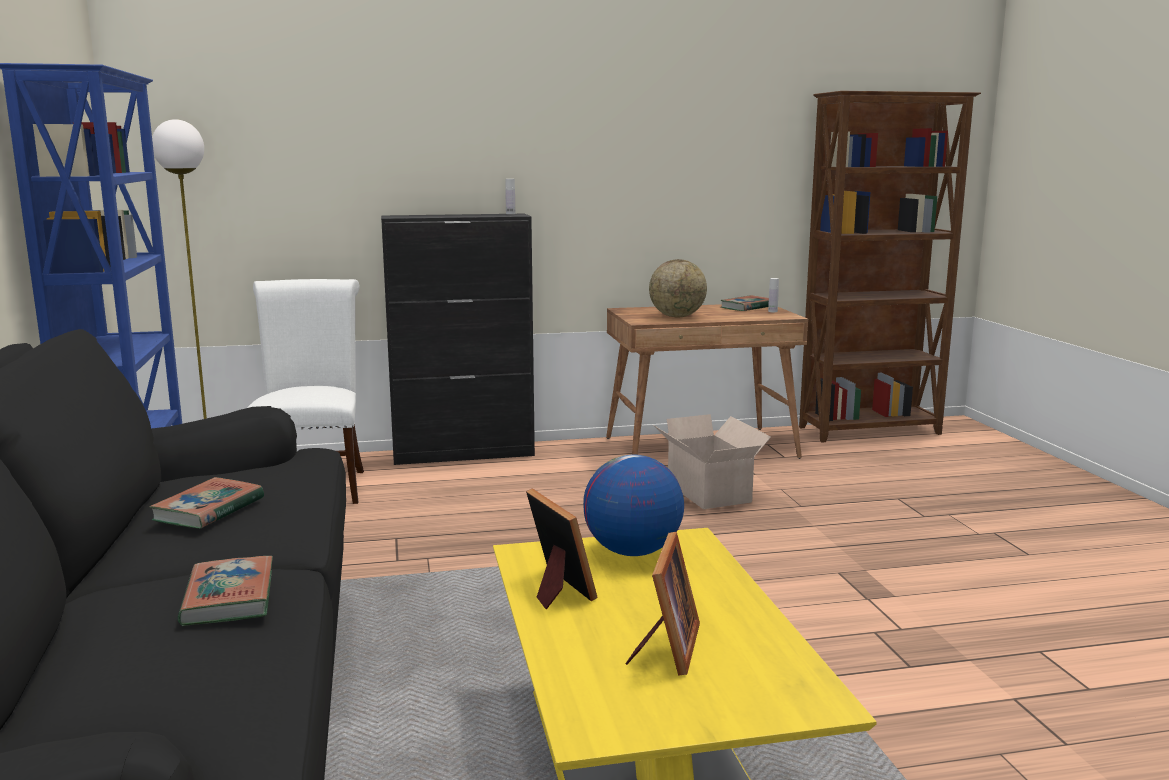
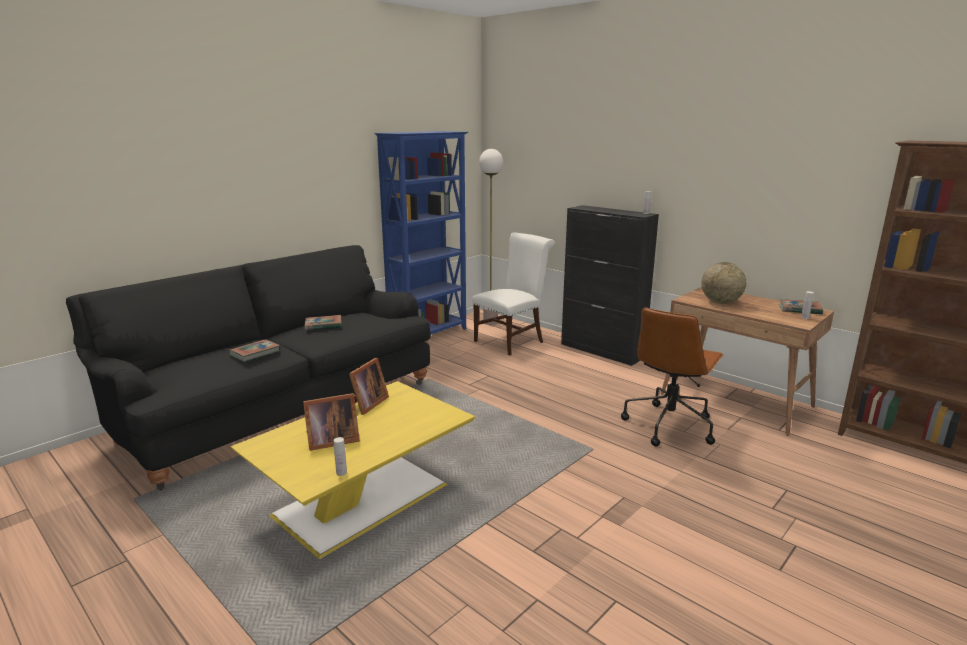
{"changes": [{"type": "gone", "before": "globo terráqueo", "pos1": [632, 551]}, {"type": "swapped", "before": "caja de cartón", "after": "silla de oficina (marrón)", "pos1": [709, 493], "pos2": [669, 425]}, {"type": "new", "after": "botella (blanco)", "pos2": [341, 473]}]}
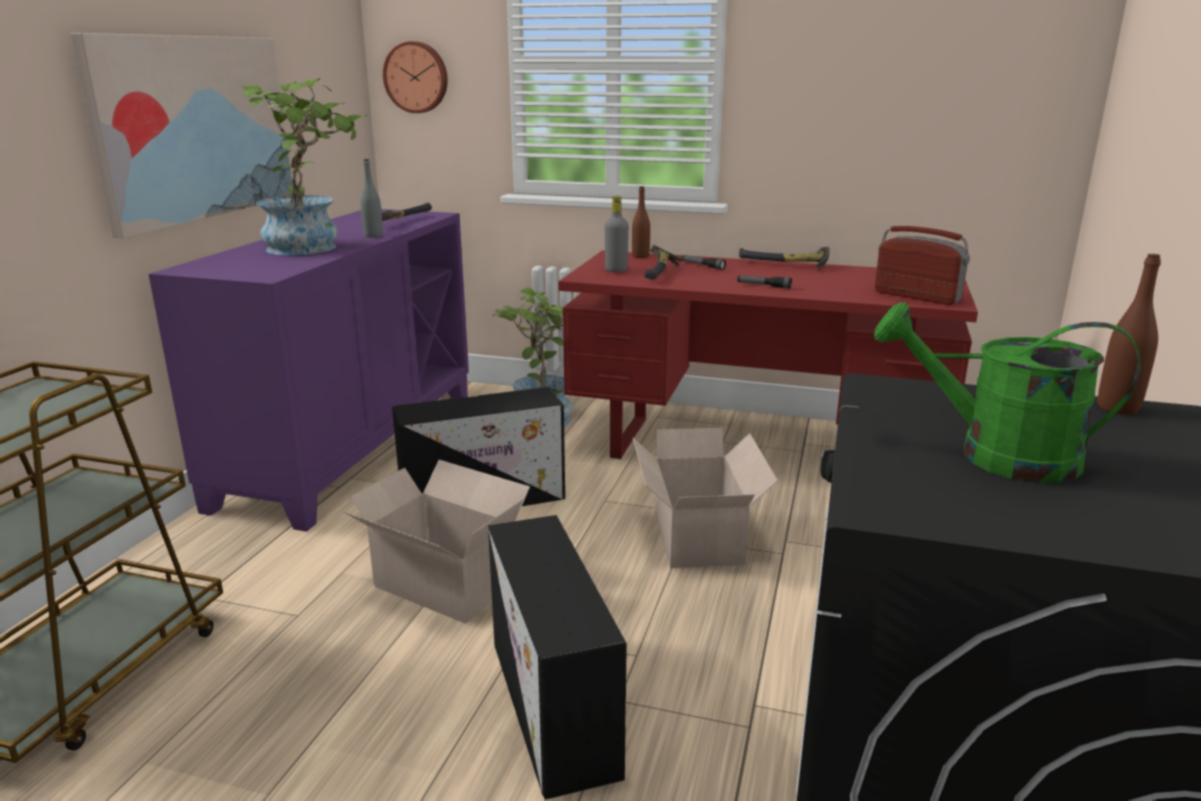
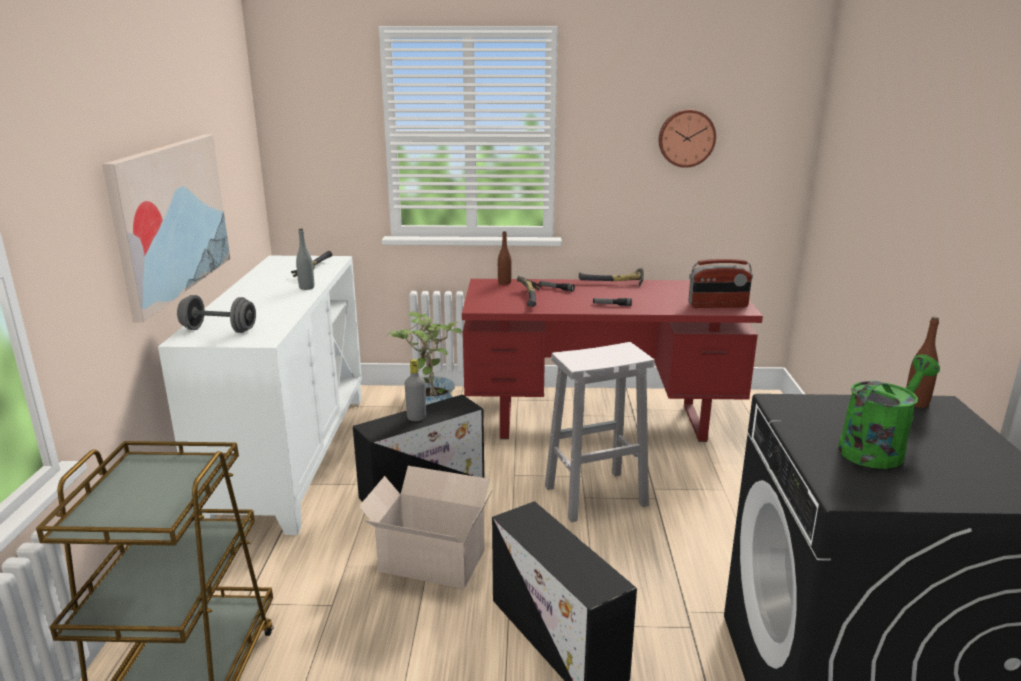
{"changes": [{"type": "repainted", "before": "armario (morado)", "after": "armario (blanco)", "pos1": [351, 446], "pos2": [290, 456]}, {"type": "gone", "before": "planta en maceta", "pos1": [313, 246]}, {"type": "shifted", "before": "reloj de pared", "pos1": [417, 77], "pos2": [686, 138]}, {"type": "shifted", "before": "botella (gris)", "pos1": [616, 270], "pos2": [416, 418]}, {"type": "swapped", "before": "caja de cartón", "after": "taburete (blanco)", "pos1": [697, 539], "pos2": [594, 496]}, {"type": "rotated", "before": "regadera (verde)", "pos1": [996, 456], "pos2": [877, 448], "turn": 135}, {"type": "rotated", "before": "radio", "pos1": [917, 296], "pos2": [718, 305], "turn": 150}, {"type": "new", "after": "mancuerna (gris)", "pos2": [219, 330]}]}
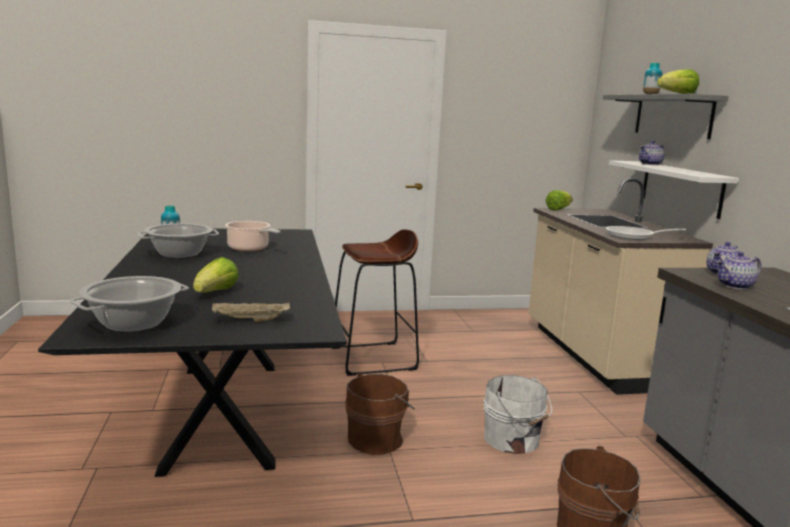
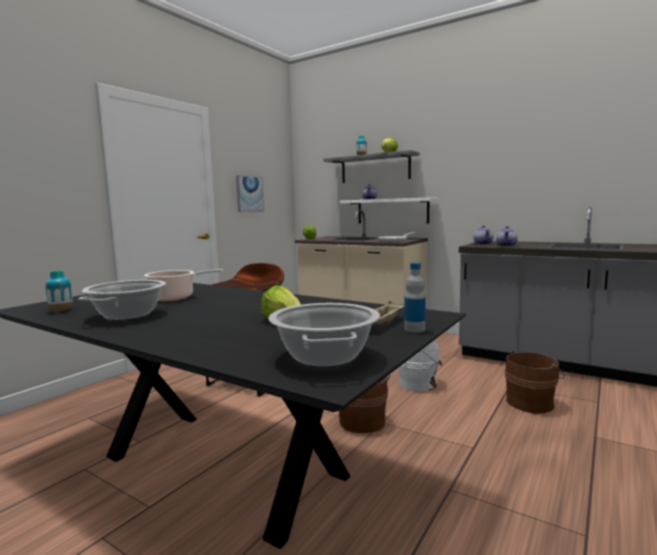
{"changes": [{"type": "new", "after": "cuadro", "pos2": [249, 194]}, {"type": "new", "after": "botella", "pos2": [414, 329]}]}
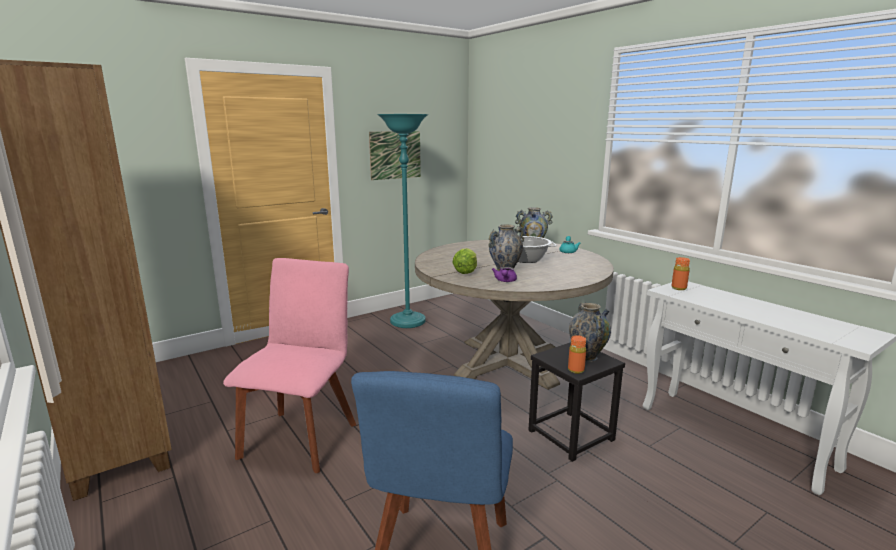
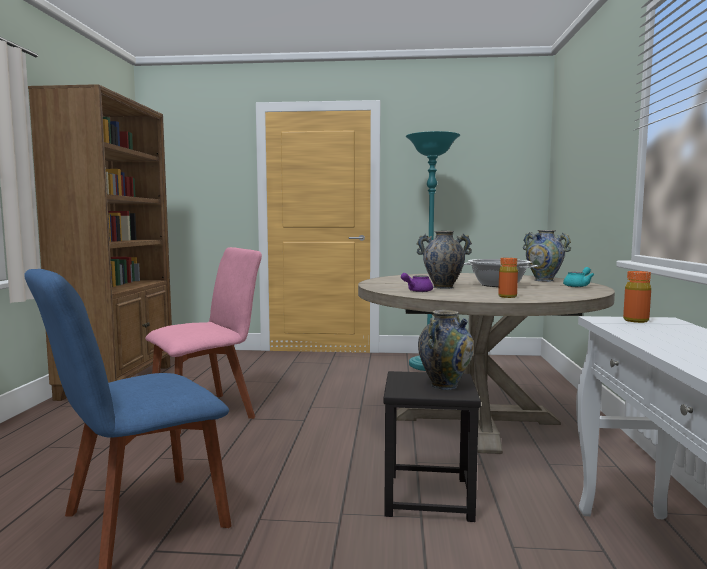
{"changes": [{"type": "gone", "before": "cuadro", "pos1": [395, 155]}, {"type": "gone", "before": "lechuga", "pos1": [466, 271]}, {"type": "shifted", "before": "botella (naranja)", "pos1": [576, 370], "pos2": [507, 296]}]}
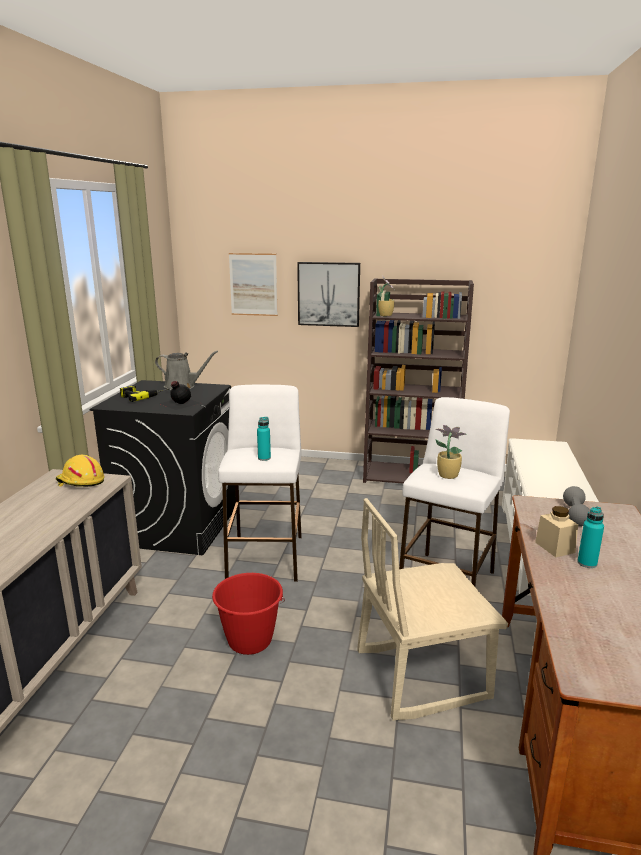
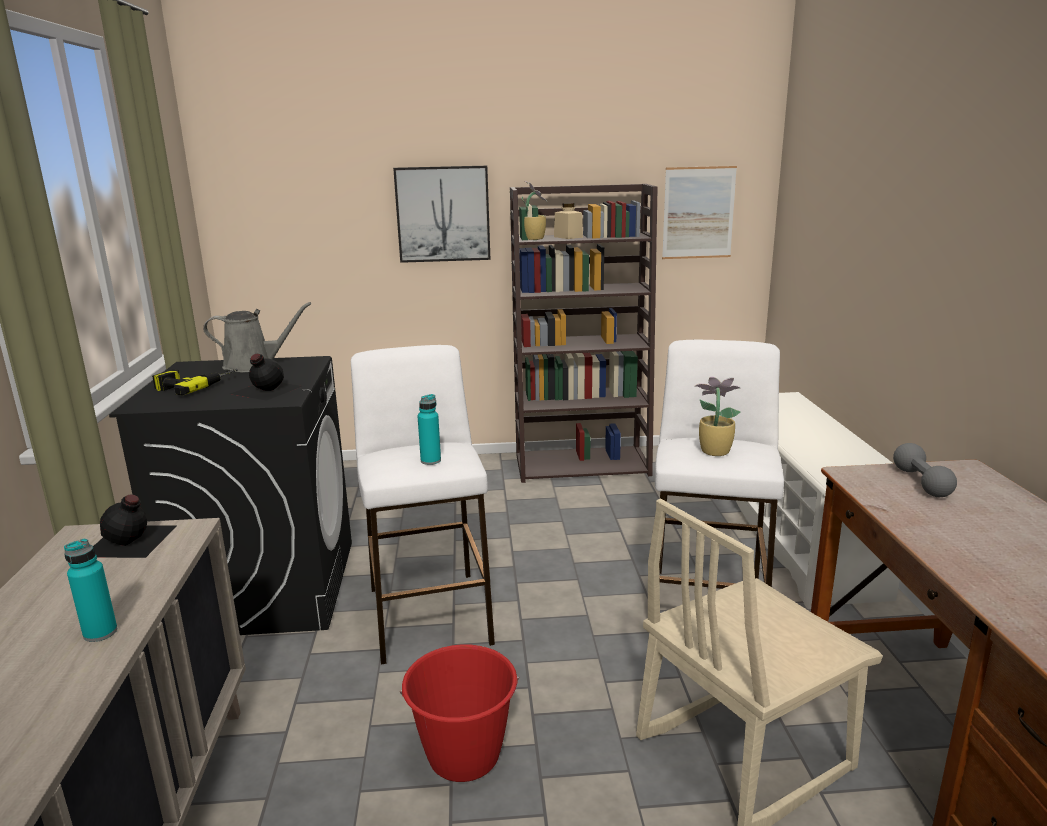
{"changes": [{"type": "swapped", "before": "casco (amarillo)", "after": "botella (negro)", "pos1": [80, 482], "pos2": [131, 541]}, {"type": "shifted", "before": "cuadro", "pos1": [253, 284], "pos2": [698, 213]}, {"type": "shifted", "before": "tarro (beis)", "pos1": [554, 547], "pos2": [568, 237]}, {"type": "shifted", "before": "botella (turquesa)", "pos1": [587, 563], "pos2": [100, 633]}]}
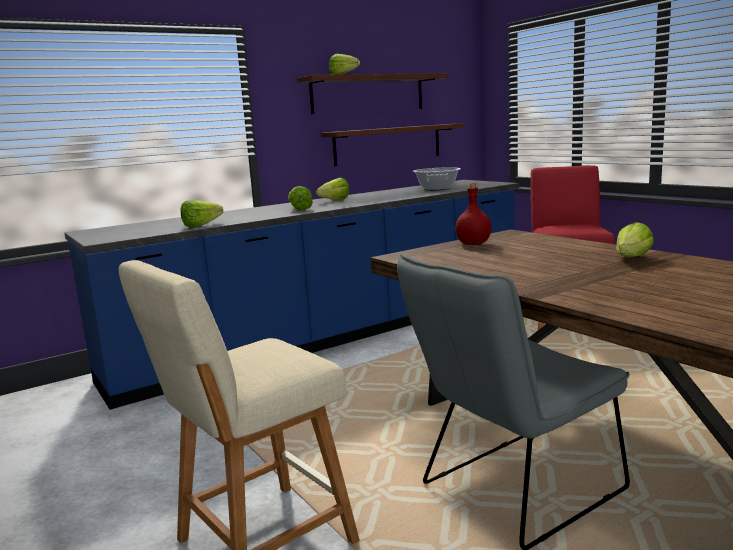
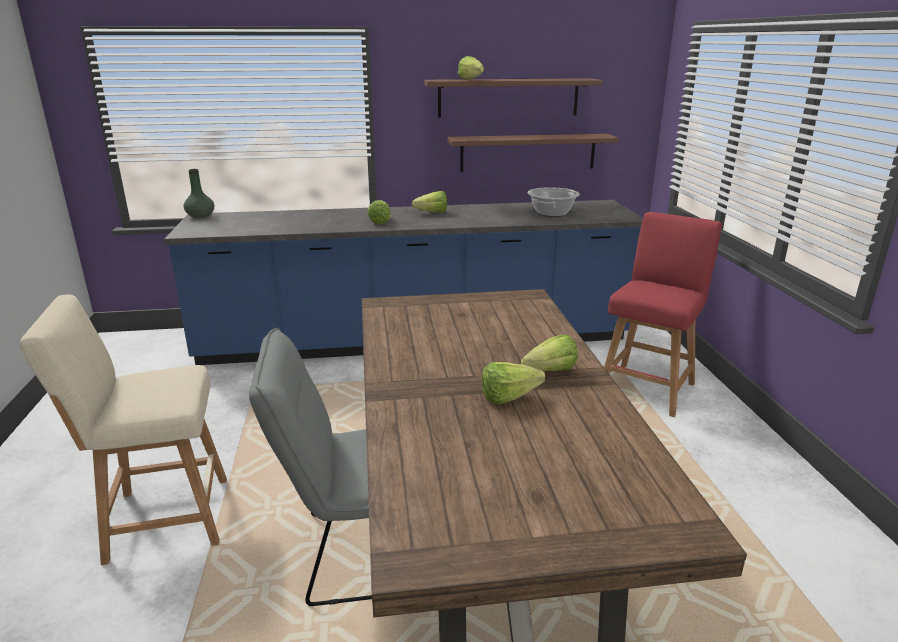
{"changes": [{"type": "shifted", "before": "lechuga", "pos1": [205, 225], "pos2": [514, 398]}, {"type": "gone", "before": "botella (rojo)", "pos1": [474, 244]}, {"type": "new", "after": "florero (verde)", "pos2": [201, 216]}]}
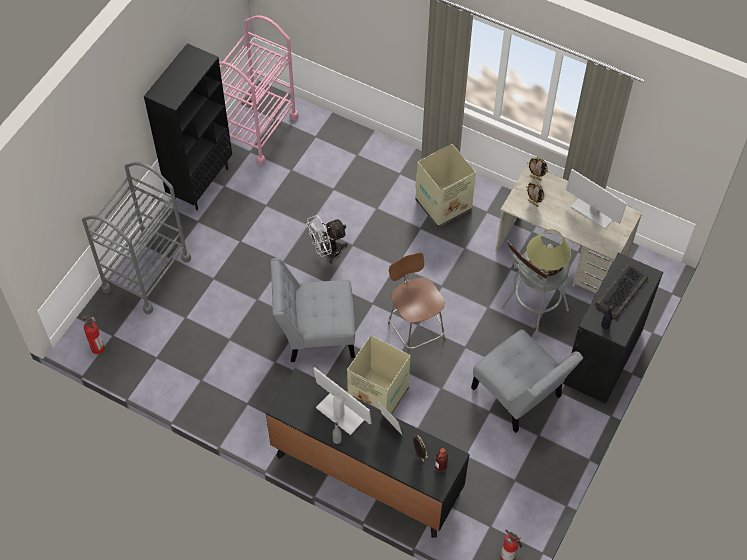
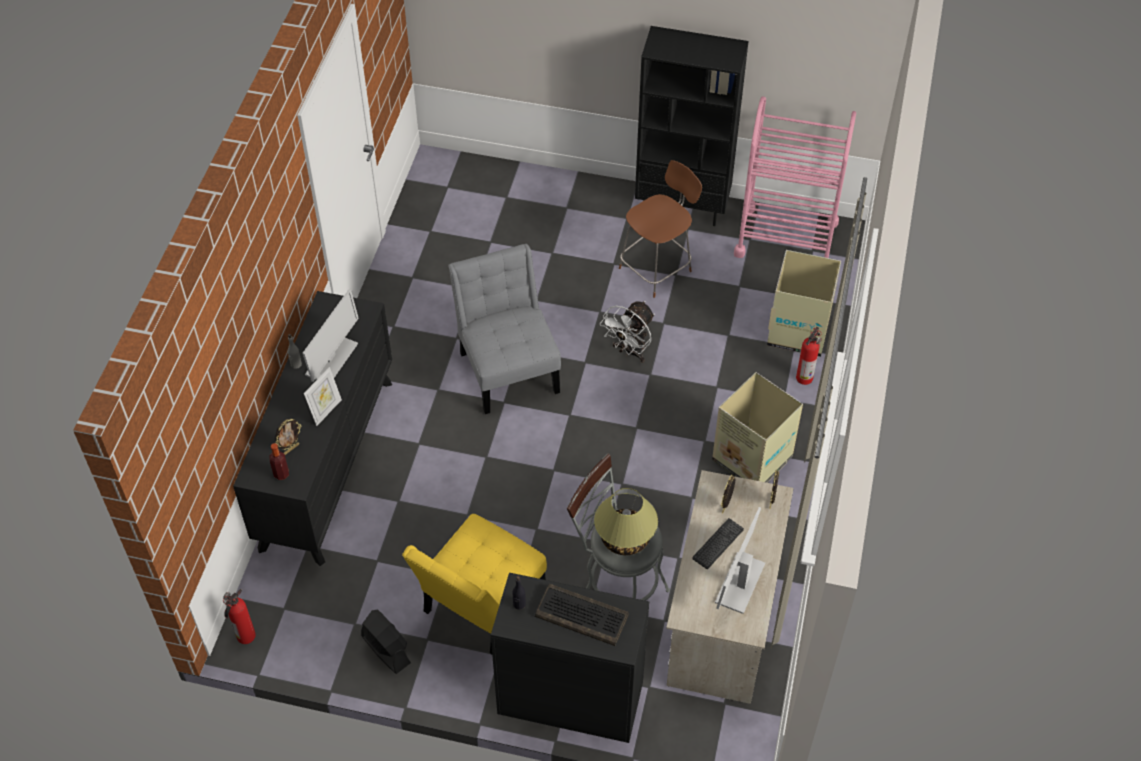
{"changes": [{"type": "gone", "before": "carrito (gris)", "pos1": [146, 274]}, {"type": "shifted", "before": "extintor", "pos1": [97, 347], "pos2": [805, 377]}, {"type": "rotated", "before": "ventilador (blanco)", "pos1": [327, 252], "pos2": [630, 351], "turn": -105}, {"type": "shifted", "before": "caja de cartón", "pos1": [377, 395], "pos2": [799, 330]}, {"type": "shifted", "before": "silla (marrón)", "pos1": [415, 330], "pos2": [657, 268]}, {"type": "repainted", "before": "silla (gris)", "after": "silla (amarillo)", "pos1": [519, 396], "pos2": [480, 606]}, {"type": "new", "after": "ventilador (negro)", "pos2": [386, 649]}, {"type": "new", "after": "teclado", "pos2": [718, 544]}]}
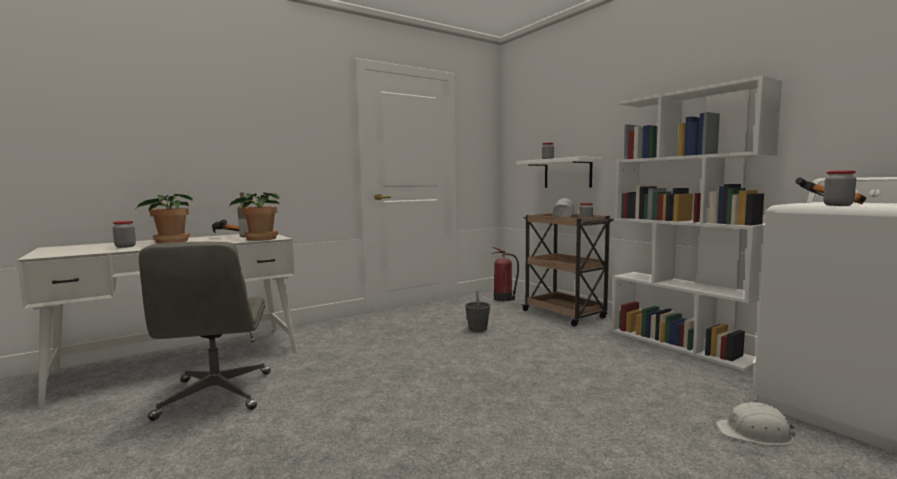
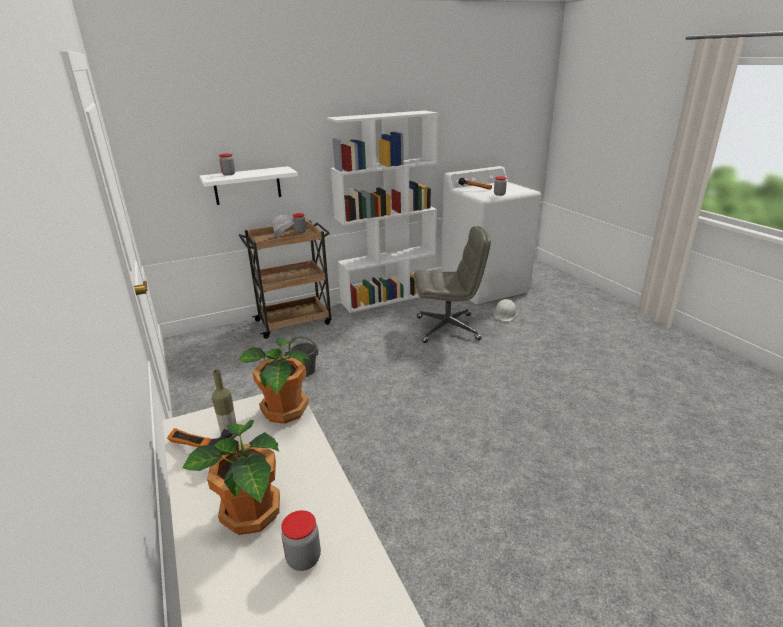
{"changes": [{"type": "shifted", "before": "silla de oficina (gris)", "pos1": [216, 395], "pos2": [448, 328]}, {"type": "gone", "before": "extintor", "pos1": [504, 299]}]}
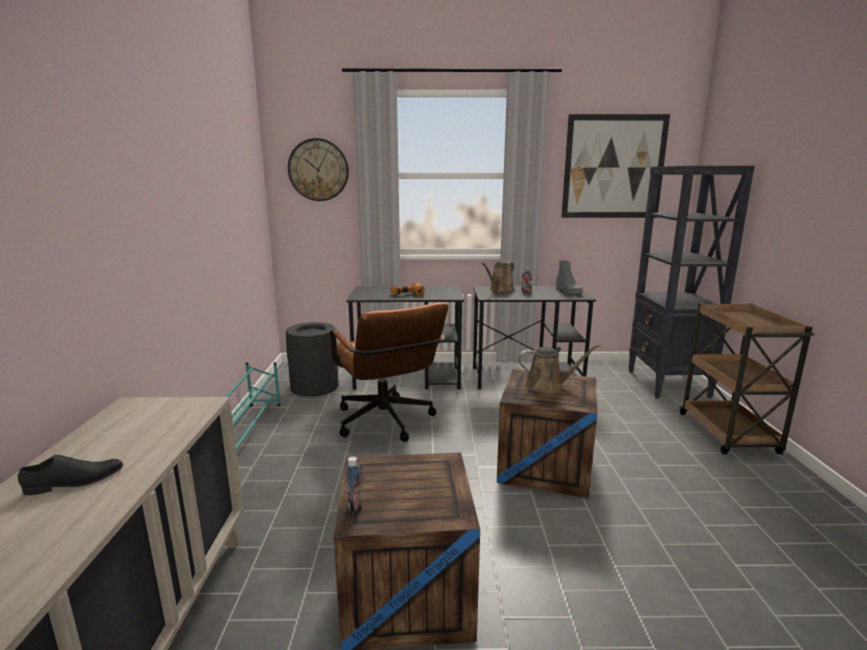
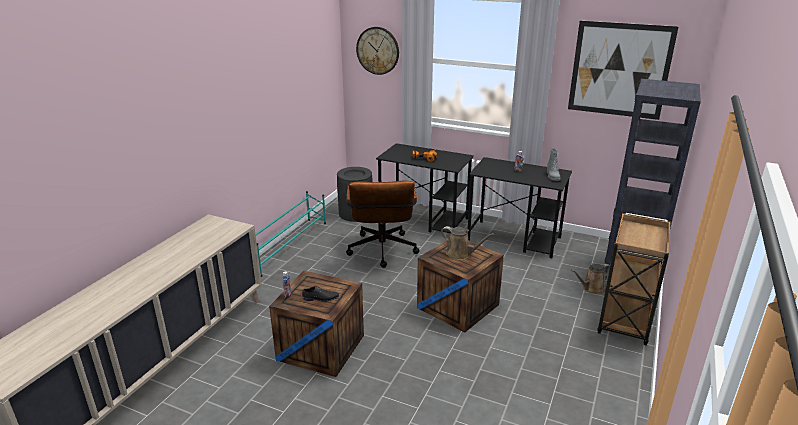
{"changes": [{"type": "shifted", "before": "zapato (negro)", "pos1": [74, 481], "pos2": [321, 298]}, {"type": "shifted", "before": "regadera (marrón)", "pos1": [500, 290], "pos2": [591, 288]}]}
